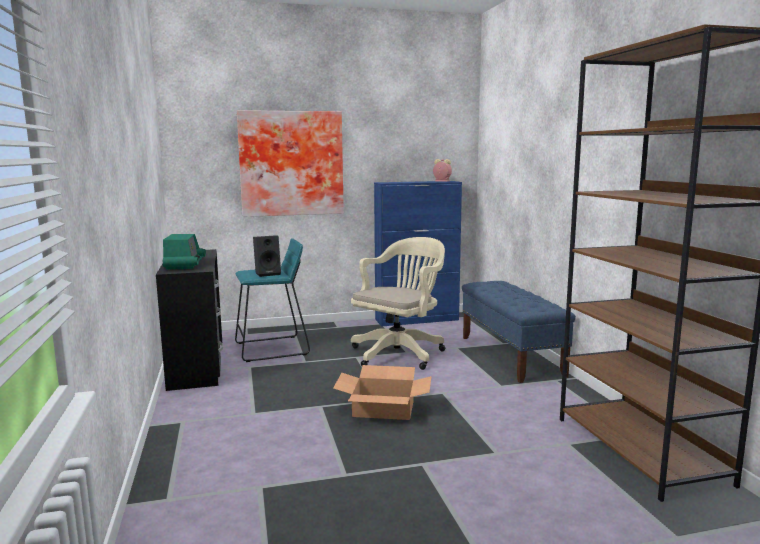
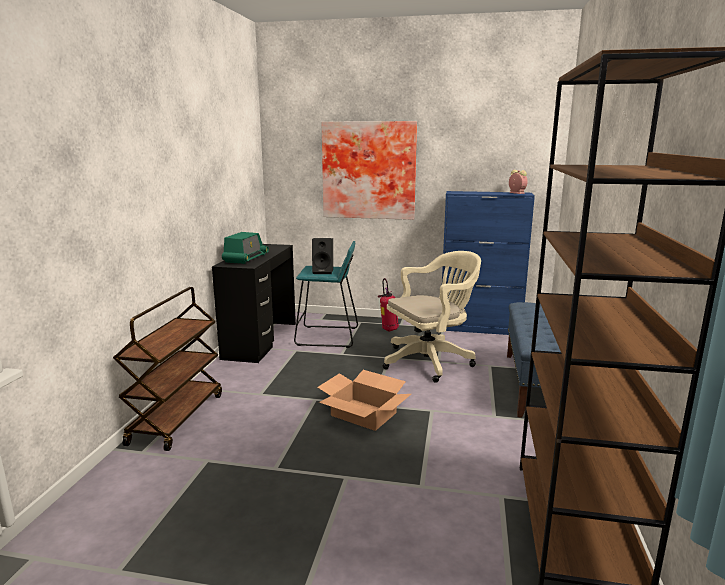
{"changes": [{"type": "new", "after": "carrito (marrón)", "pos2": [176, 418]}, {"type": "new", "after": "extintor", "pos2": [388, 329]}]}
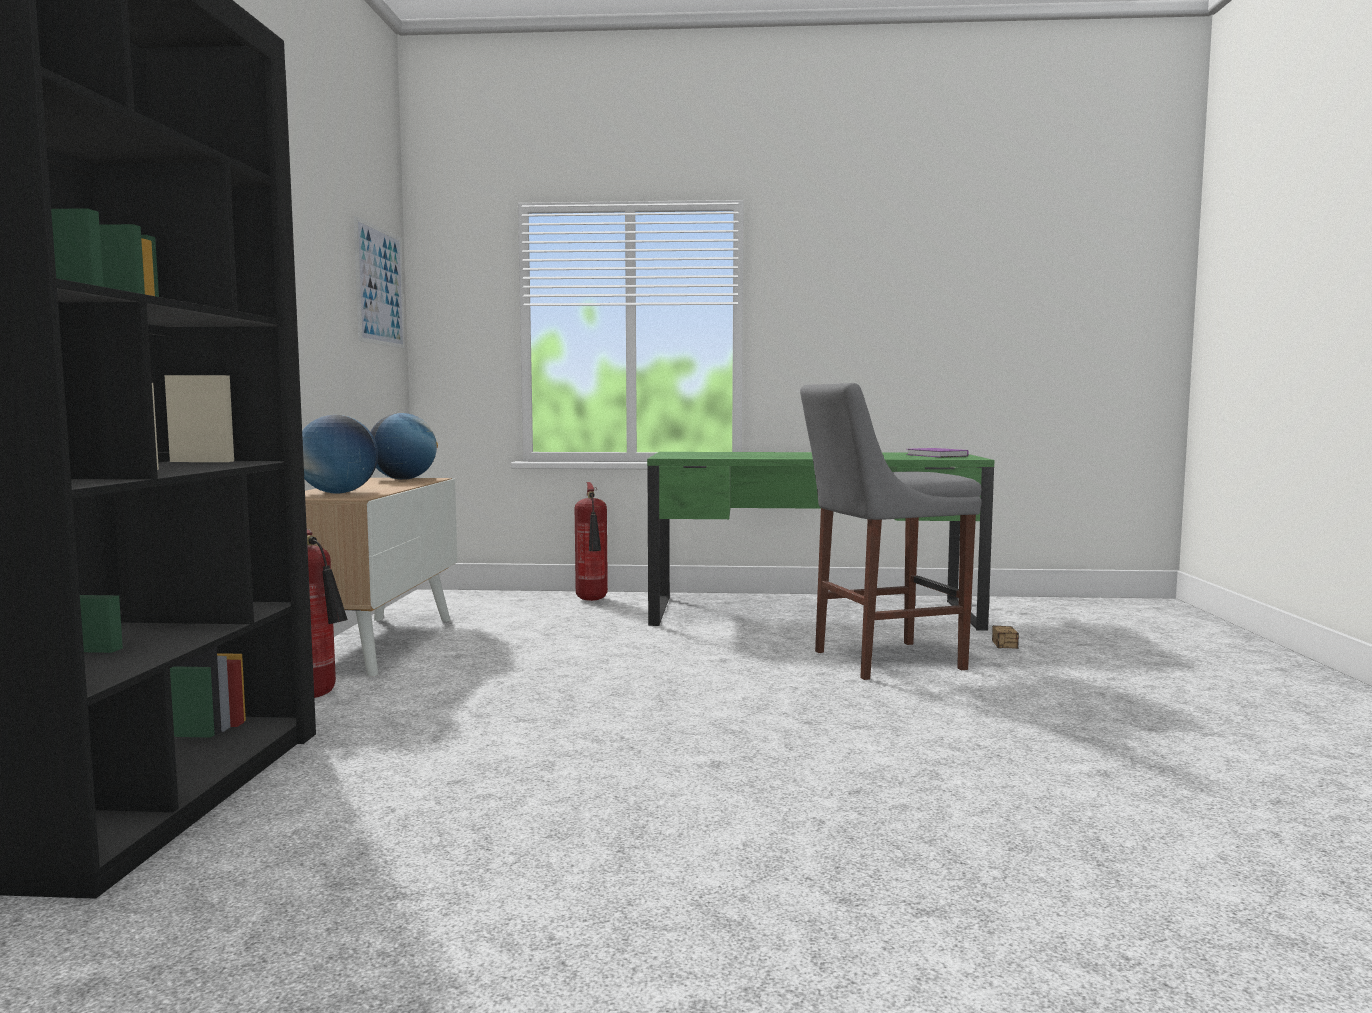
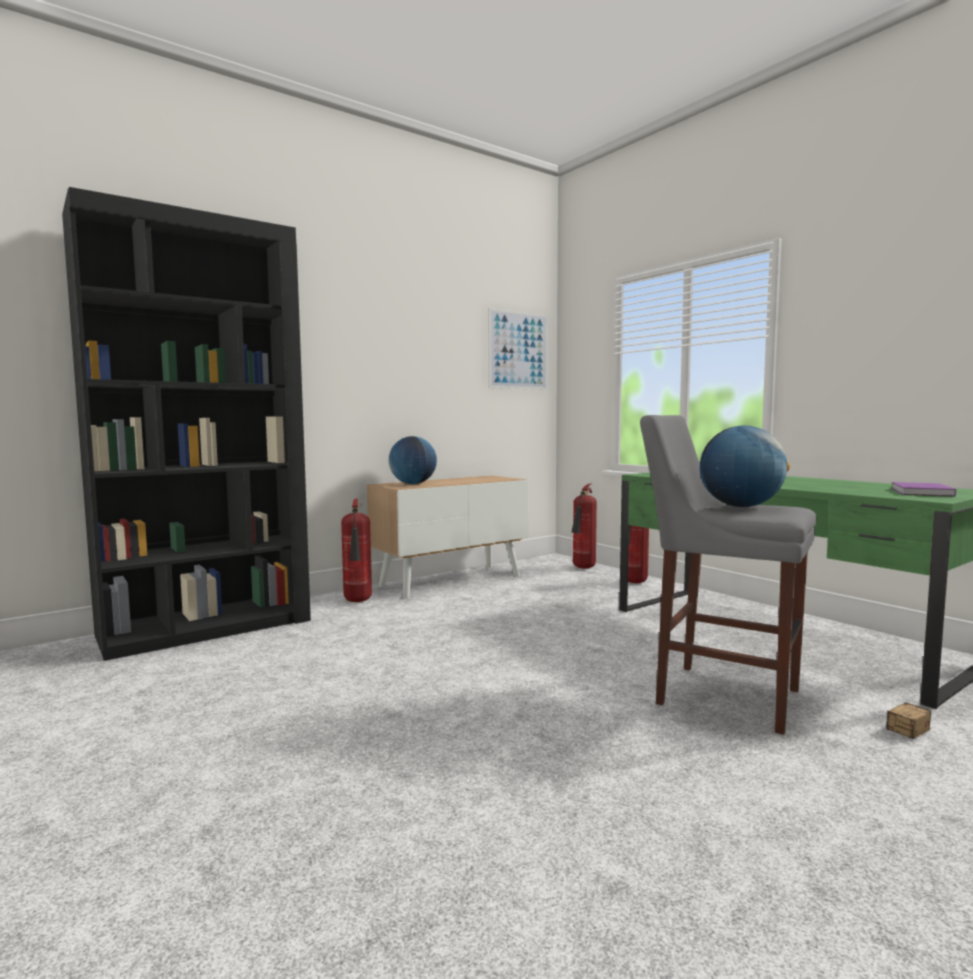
{"changes": [{"type": "shifted", "before": "globo terráqueo", "pos1": [403, 479], "pos2": [741, 506]}, {"type": "new", "after": "extintor", "pos2": [583, 568]}]}
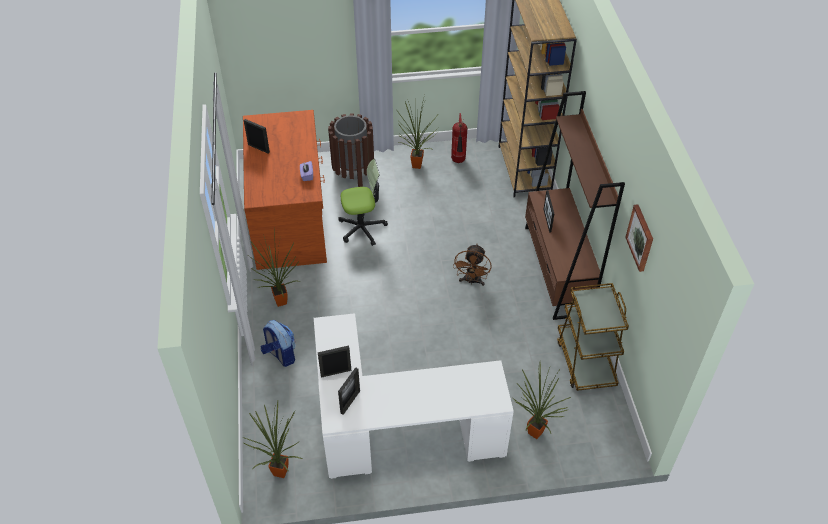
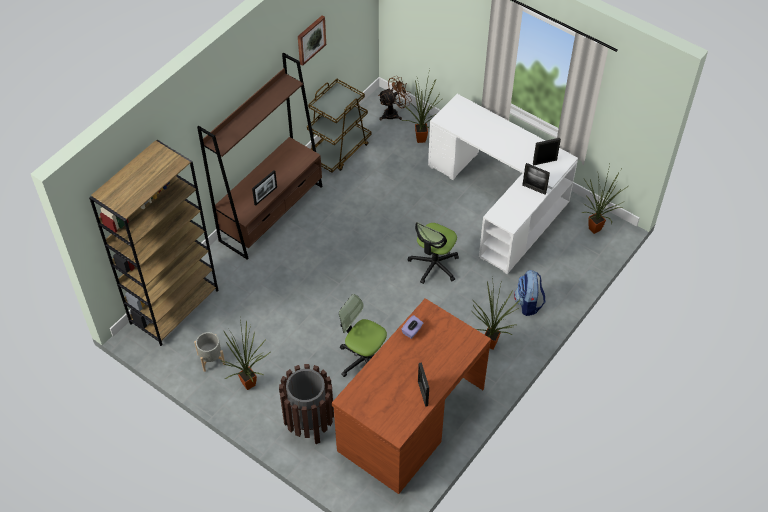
{"changes": [{"type": "swapped", "before": "extintor", "after": "maceta (gris)", "pos1": [458, 161], "pos2": [211, 359]}, {"type": "shifted", "before": "ventilador (marrón)", "pos1": [472, 281], "pos2": [394, 113]}, {"type": "new", "after": "silla de oficina", "pos2": [434, 265]}]}
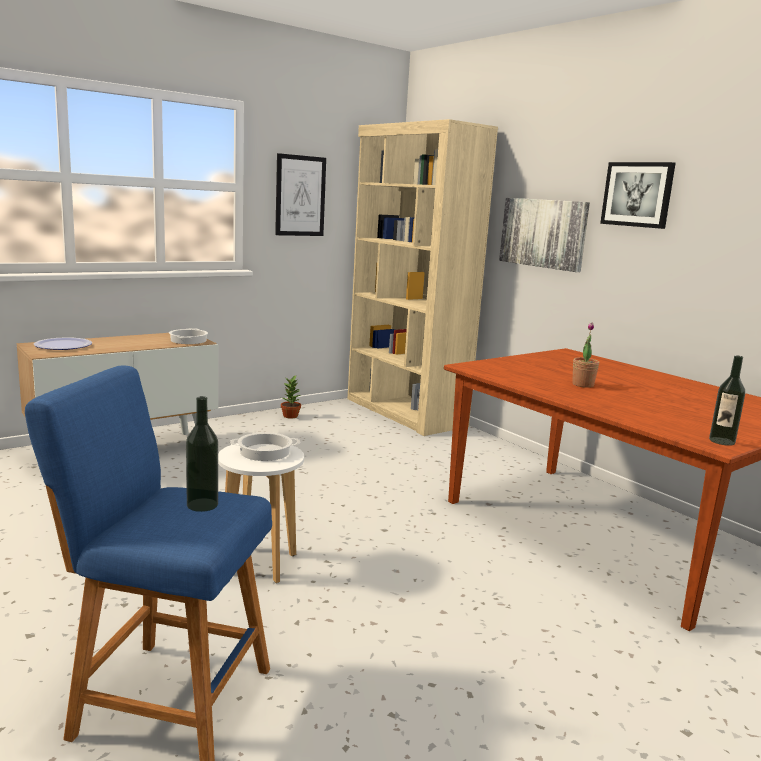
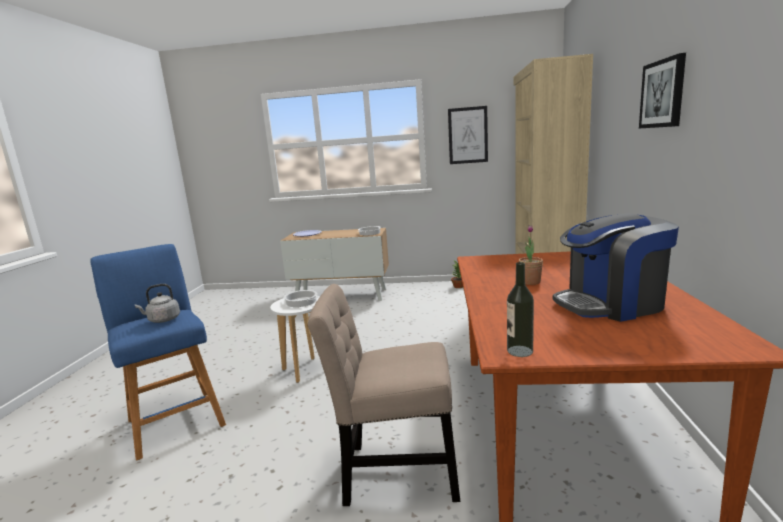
{"changes": [{"type": "swapped", "before": "botella", "after": "hervidor (gris)", "pos1": [202, 505], "pos2": [162, 320]}, {"type": "gone", "before": "cuadro", "pos1": [543, 233]}, {"type": "new", "after": "silla (beis)", "pos2": [394, 473]}, {"type": "new", "after": "cafetera", "pos2": [611, 304]}]}
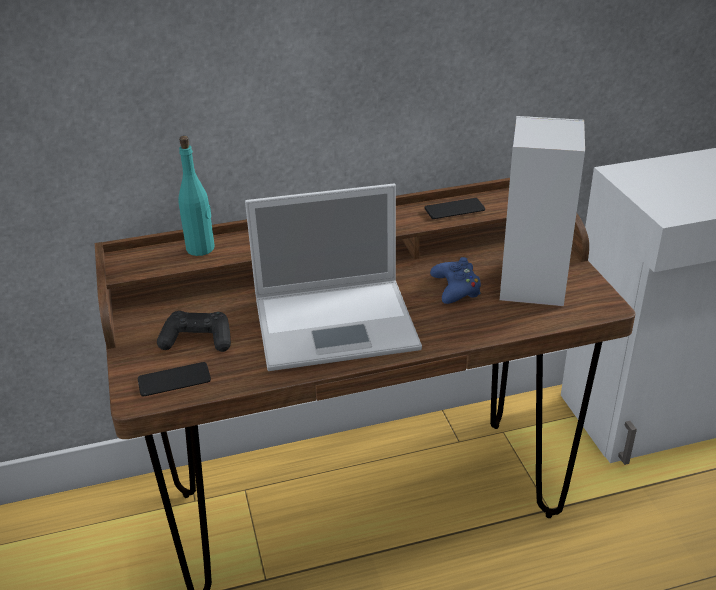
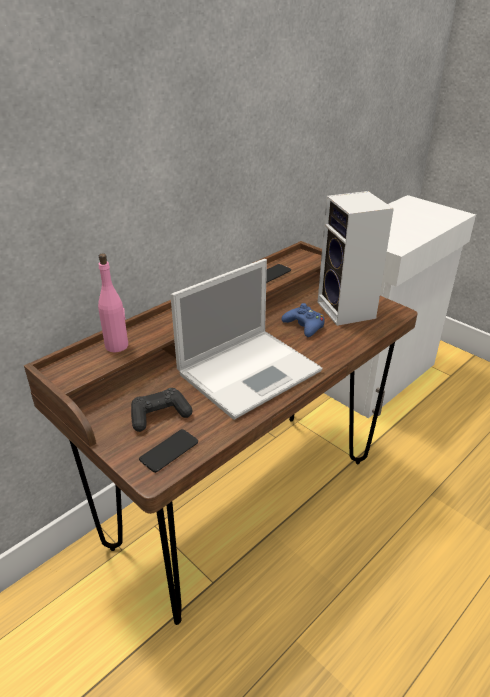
{"changes": [{"type": "repainted", "before": "botella (turquesa)", "after": "botella (rosa)", "pos1": [201, 248], "pos2": [117, 346]}]}
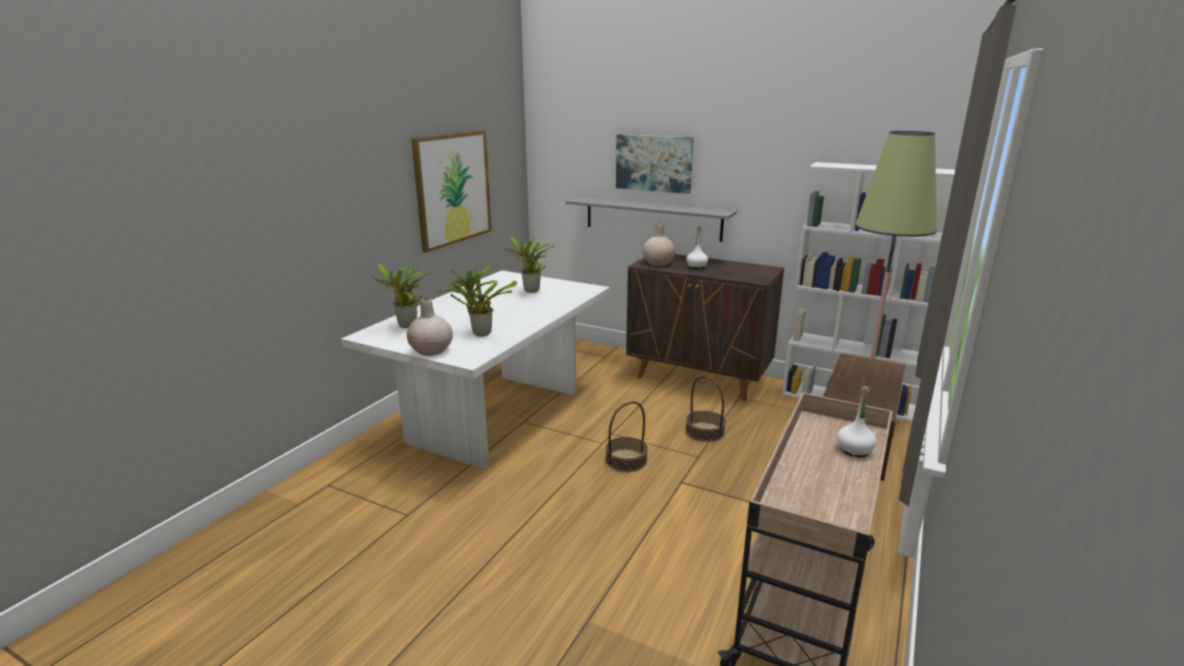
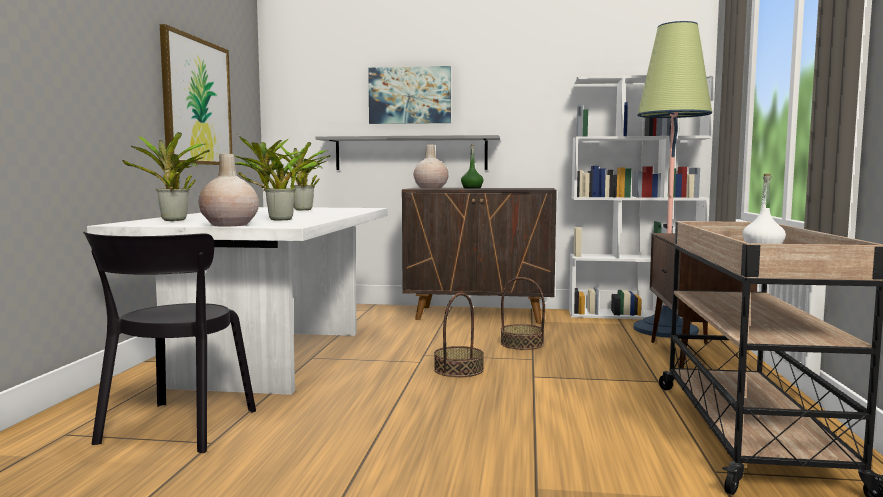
{"changes": [{"type": "repainted", "before": "botella (blanco)", "after": "botella (verde)", "pos1": [696, 266], "pos2": [472, 188]}, {"type": "new", "after": "silla (negro)", "pos2": [175, 429]}]}
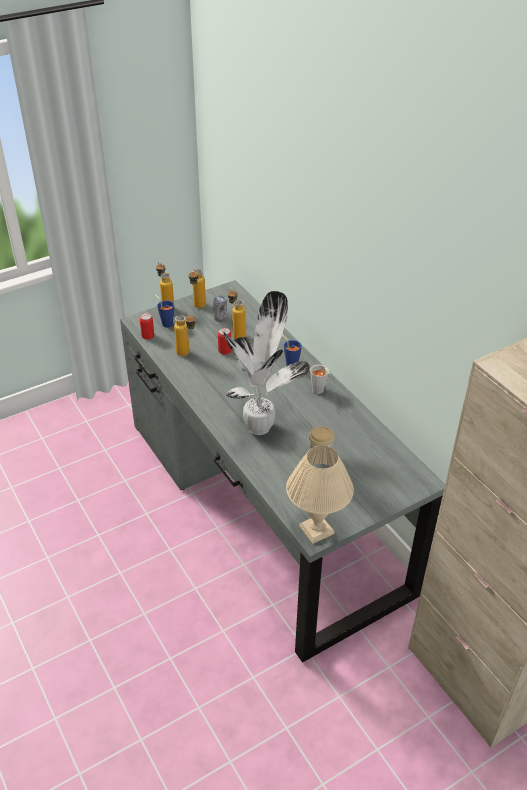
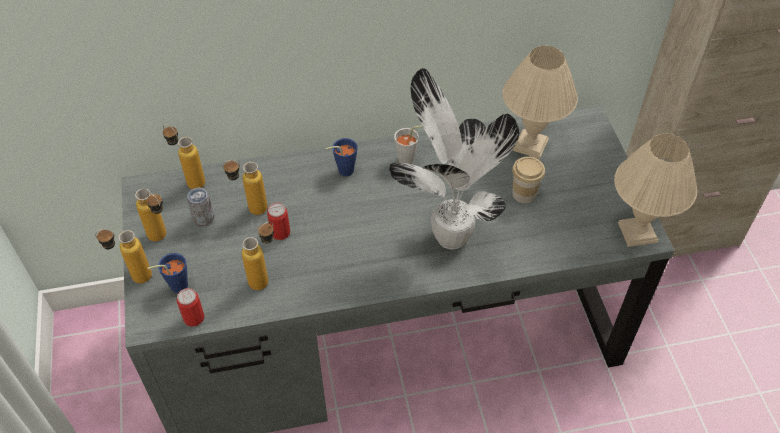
{"changes": [{"type": "new", "after": "botella", "pos2": [190, 180]}, {"type": "new", "after": "lámpara de mesa (beis)", "pos2": [529, 145]}]}
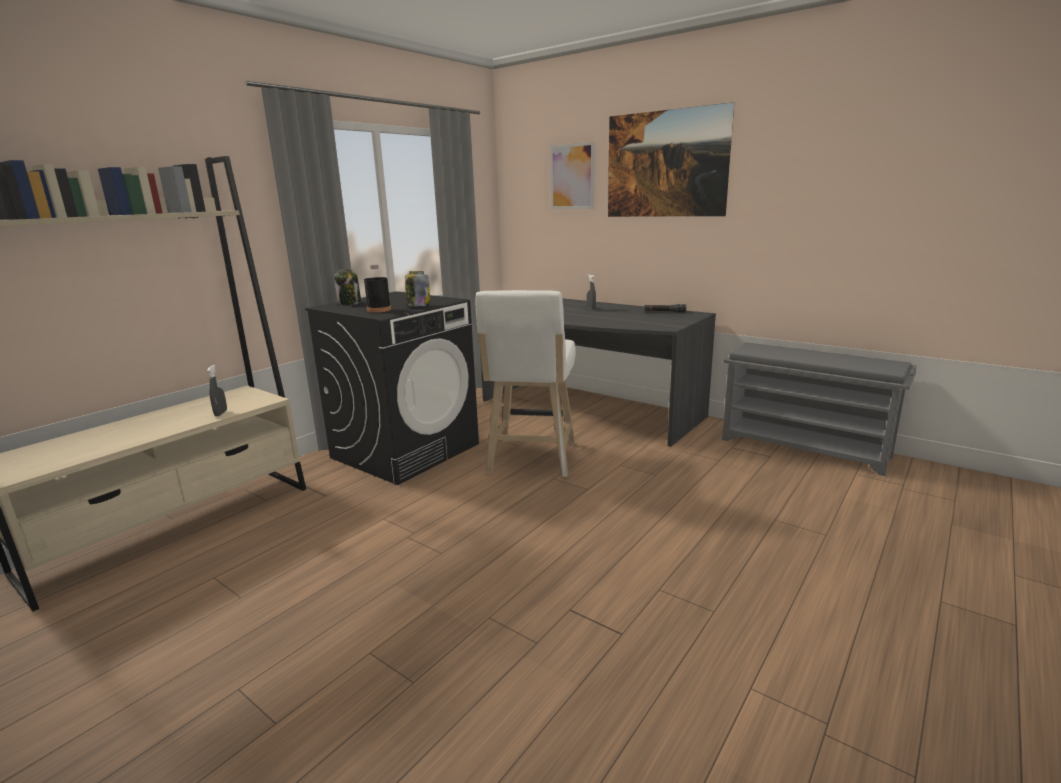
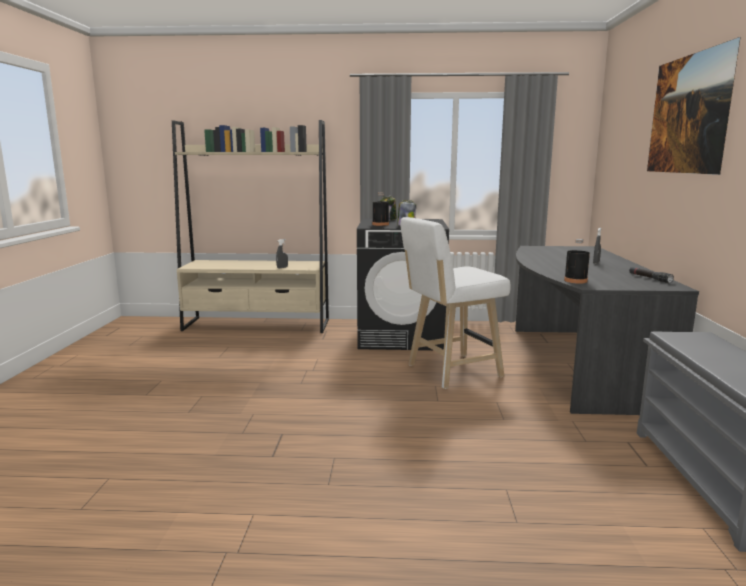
{"changes": [{"type": "gone", "before": "cuadro", "pos1": [572, 176]}, {"type": "new", "after": "botella (negro)", "pos2": [575, 281]}]}
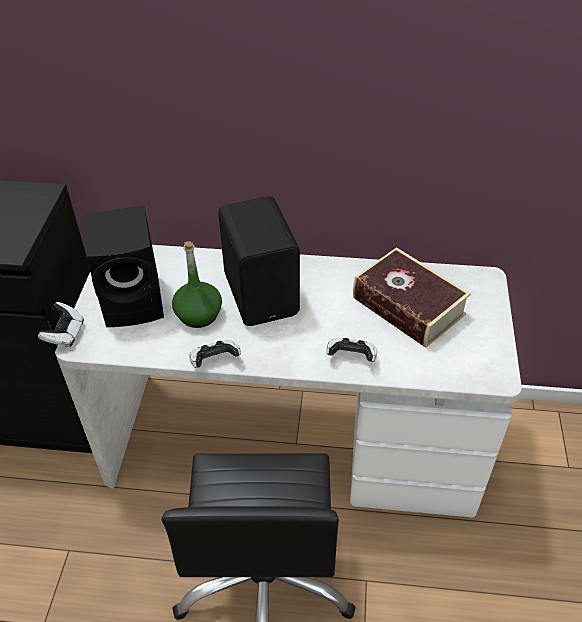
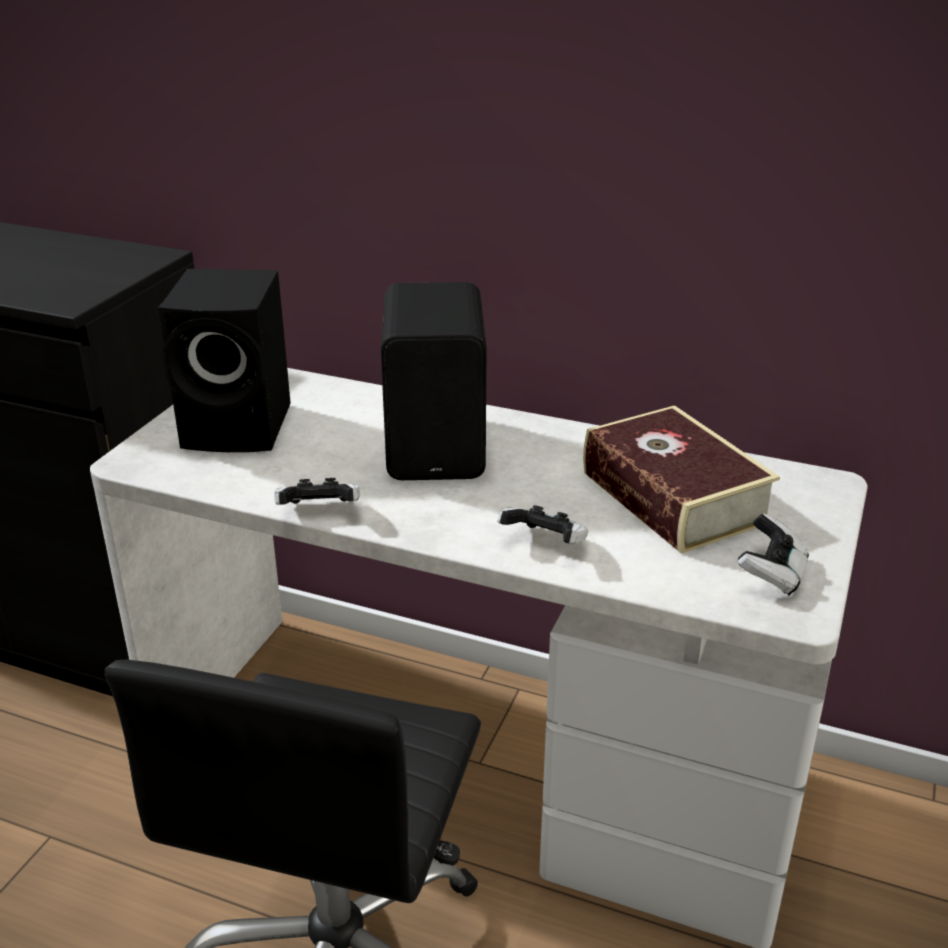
{"changes": [{"type": "shifted", "before": "mando de consola", "pos1": [65, 334], "pos2": [771, 574]}, {"type": "gone", "before": "botella (verde)", "pos1": [199, 314]}]}
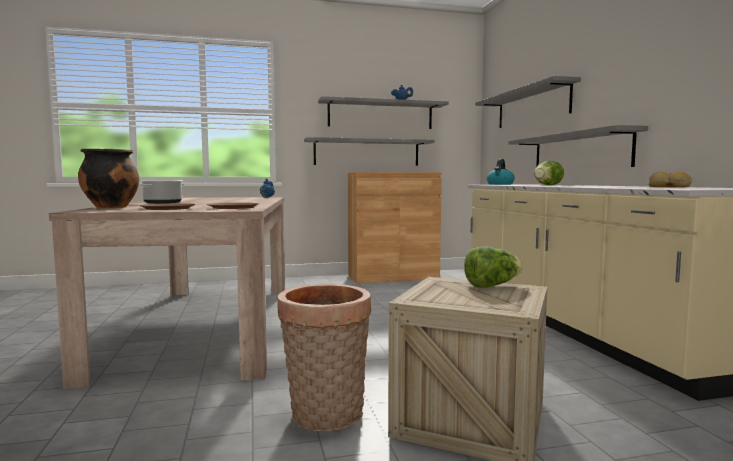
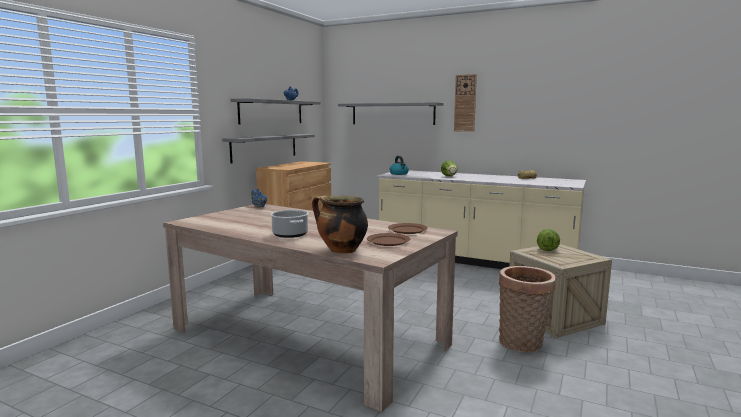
{"changes": [{"type": "gone", "before": "estante (gris)", "pos1": [579, 151]}, {"type": "new", "after": "reloj de pared", "pos2": [465, 103]}]}
